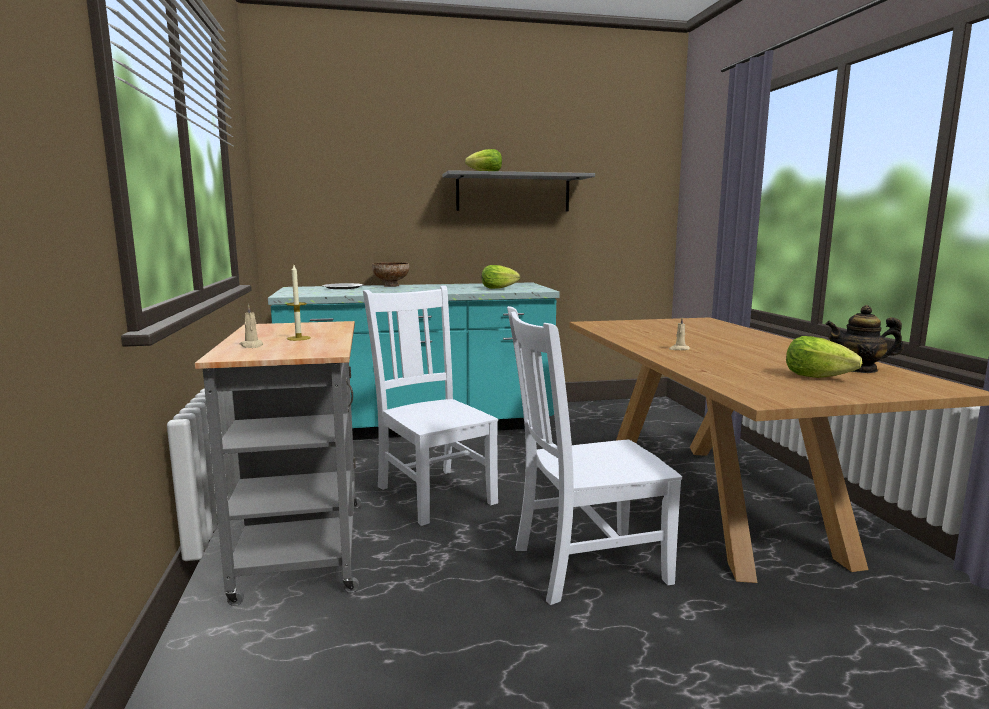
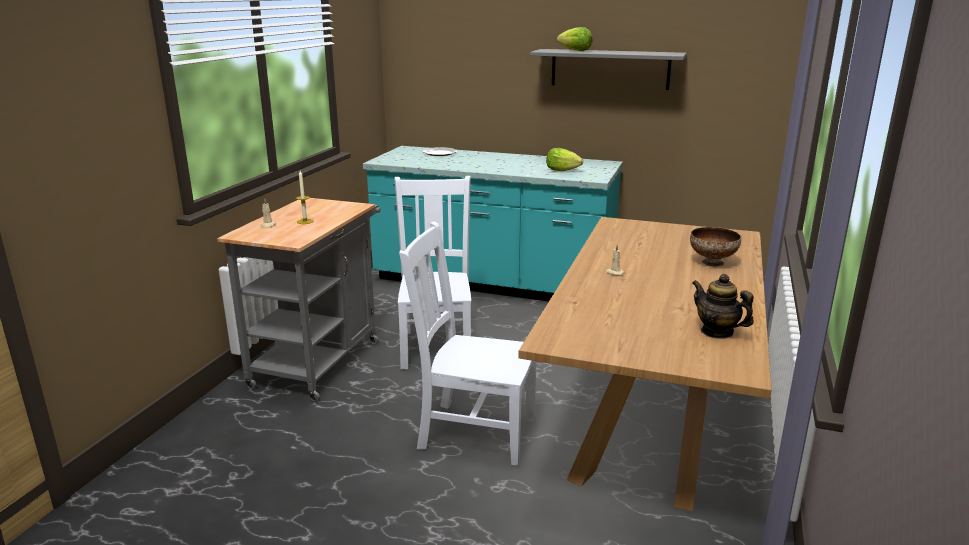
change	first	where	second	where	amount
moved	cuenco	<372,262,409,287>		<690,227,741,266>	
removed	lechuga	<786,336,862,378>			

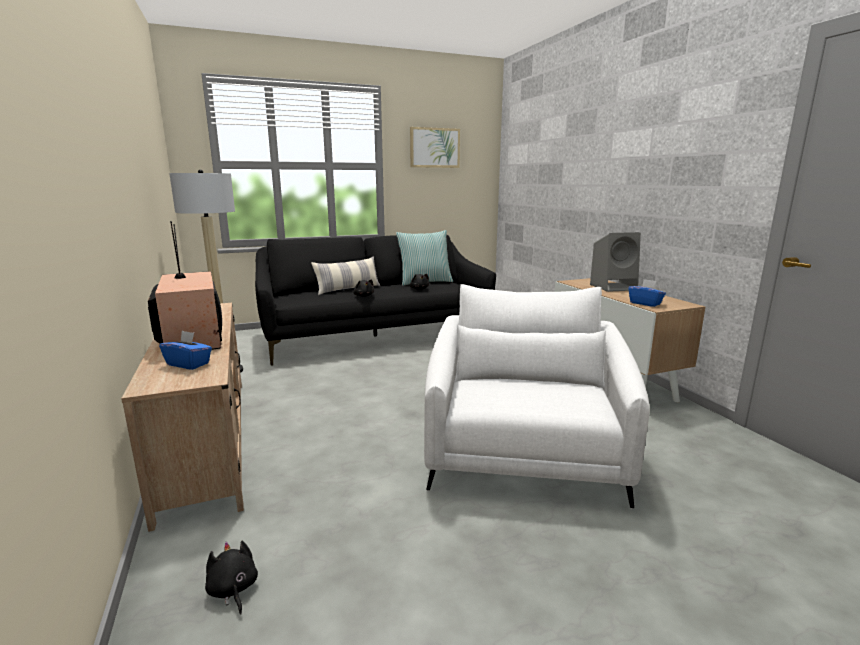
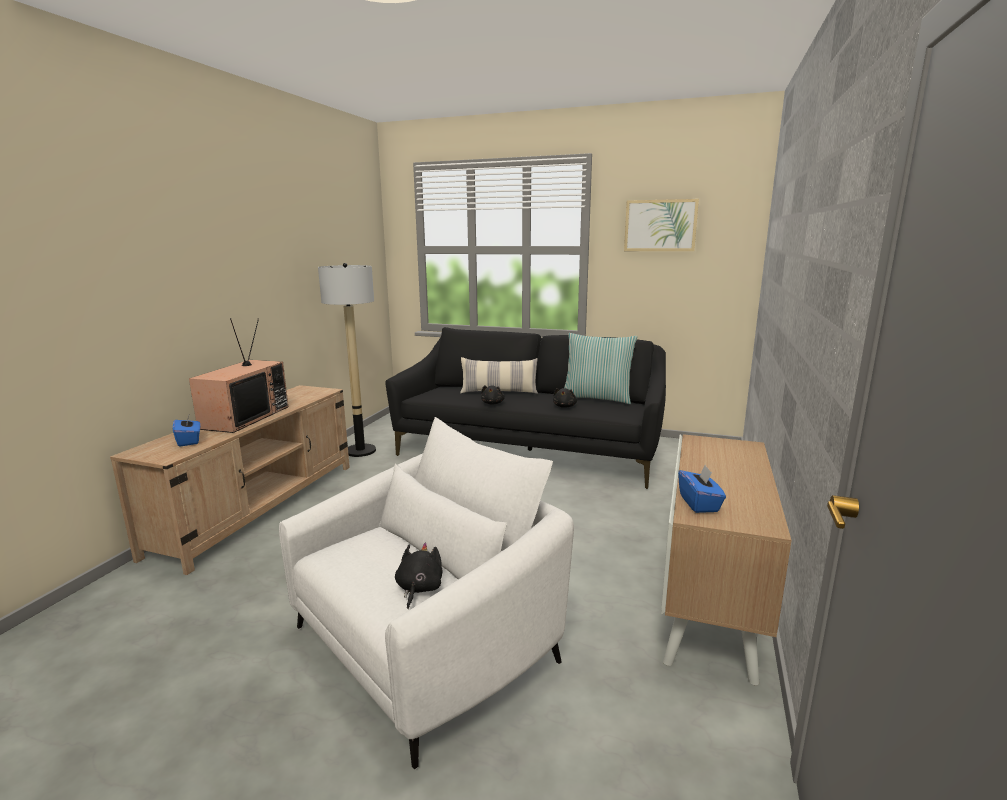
change	first	where	second	where	amount
removed	altavoz [gris]	<590,232,641,292>			
moved	peluche [negro]	<205,541,258,615>		<395,543,443,609>	

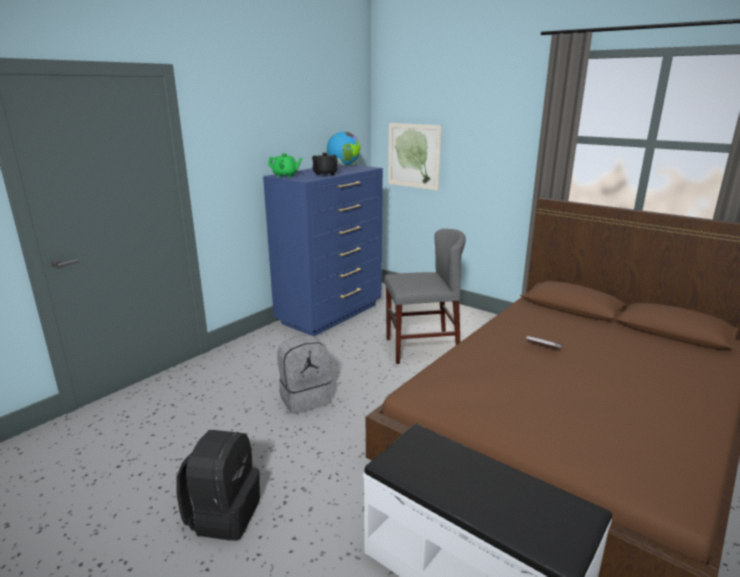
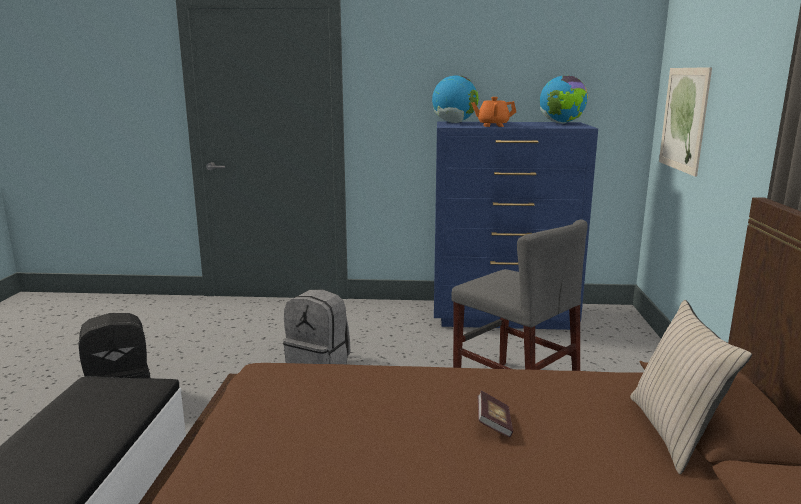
change	first	where	second	where	amount
replaced	tetera [verde]	<268,153,302,177>	globo terráqueo	<432,76,479,123>	
recoloured	tetera [negro]	<312,153,338,177>	tetera [naranja]	<471,97,516,127>	
added			cojín [beis]	<630,300,752,475>	

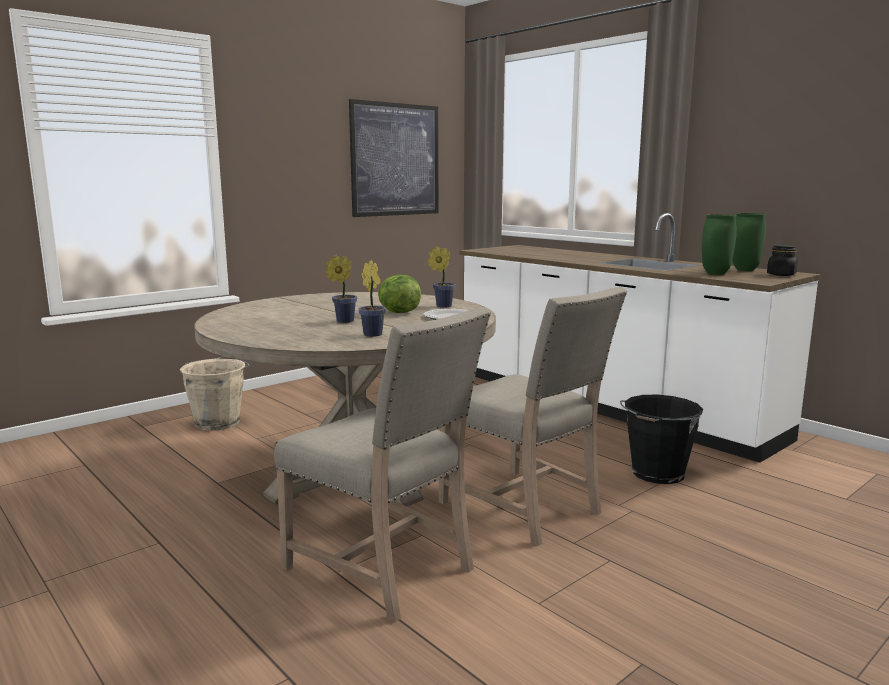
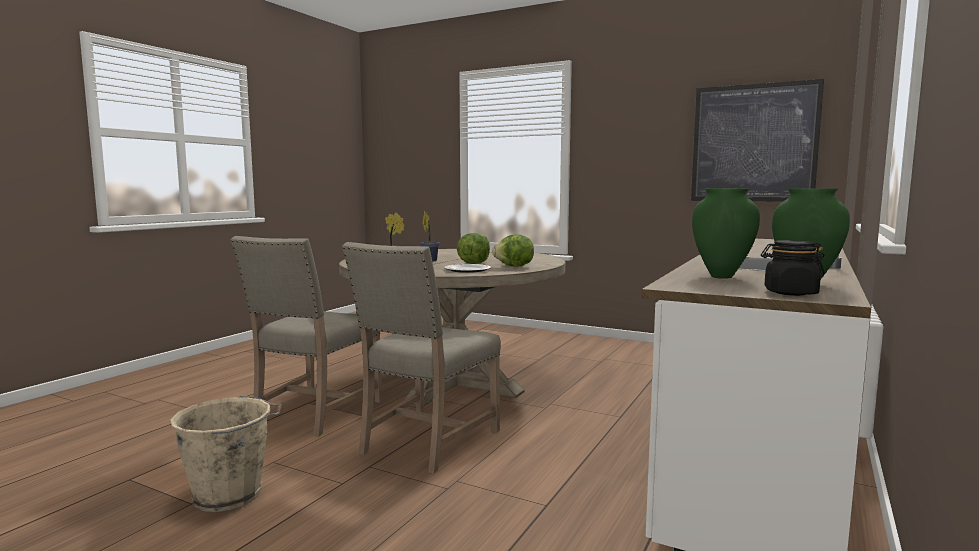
change	first	where	second	where	amount
replaced	planta en maceta	<428,246,455,308>	lechuga	<492,234,534,267>	
moved	cubo [beis]	<180,356,250,431>		<170,396,282,512>	
removed	cubo [negro]	<620,395,703,484>			

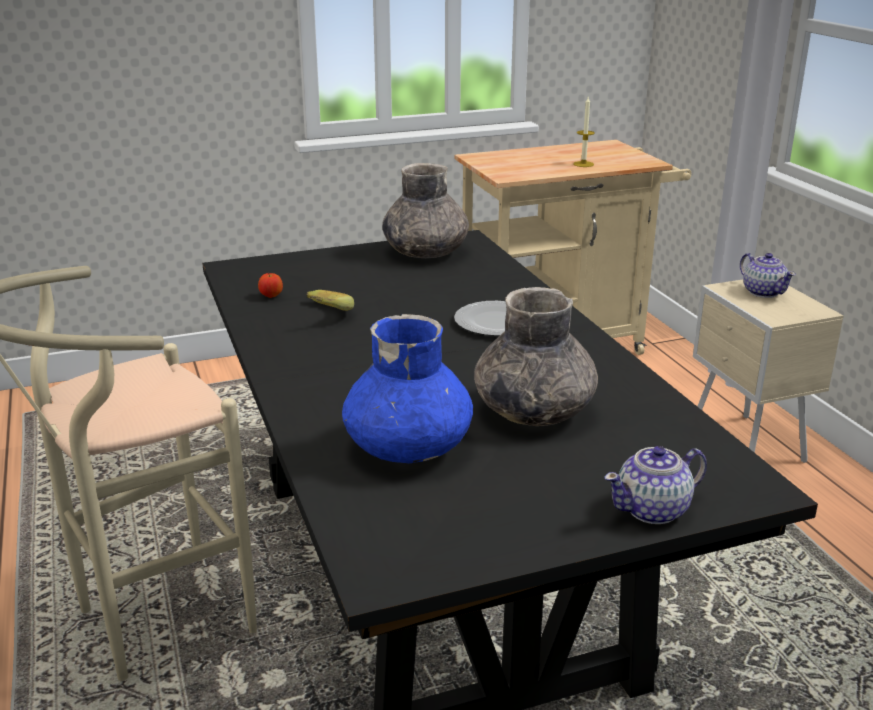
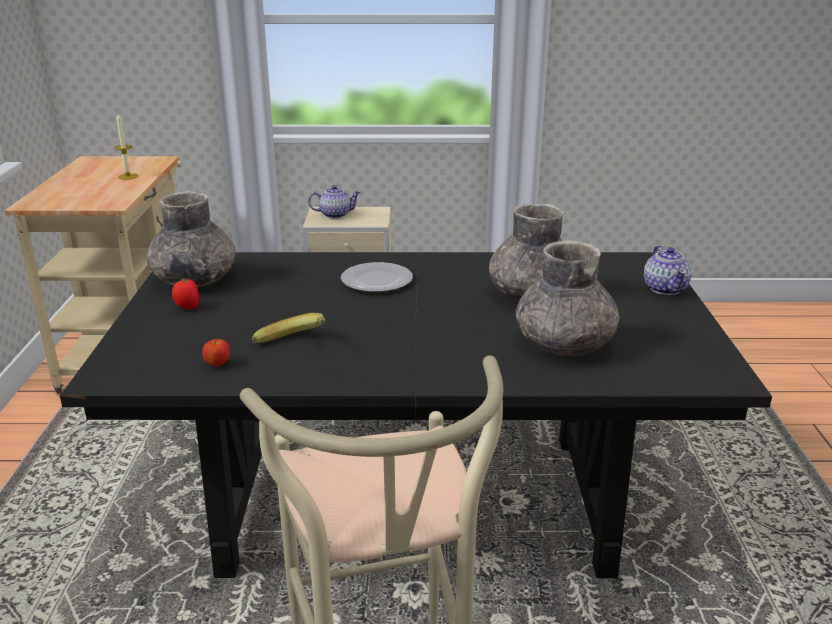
change	first	where	second	where	amount
recoloured	florero [azul]	<342,314,473,463>	florero [gris]	<516,240,619,356>	
added			tomate	<172,279,199,309>	

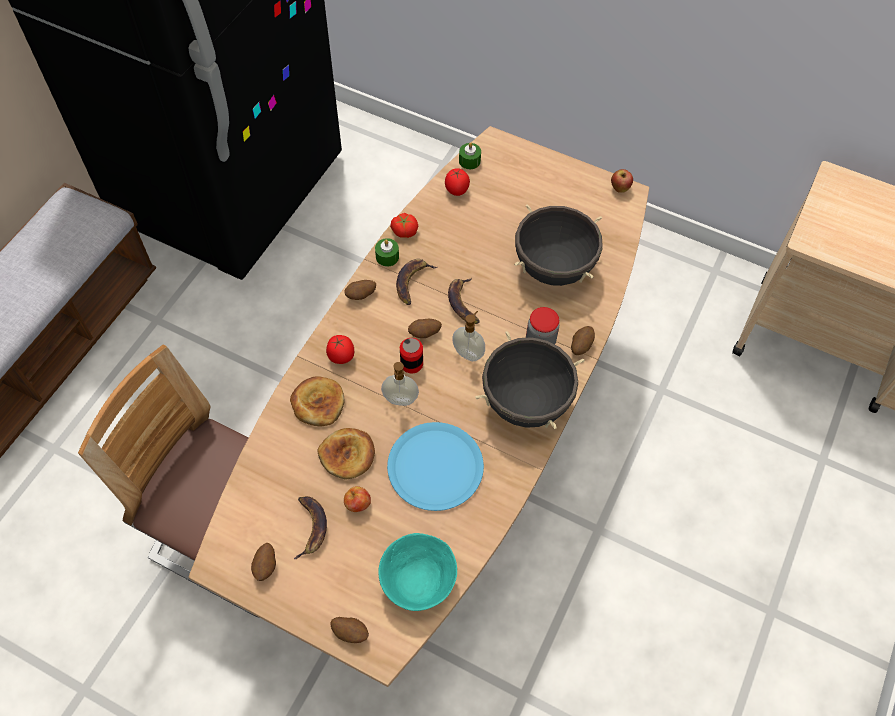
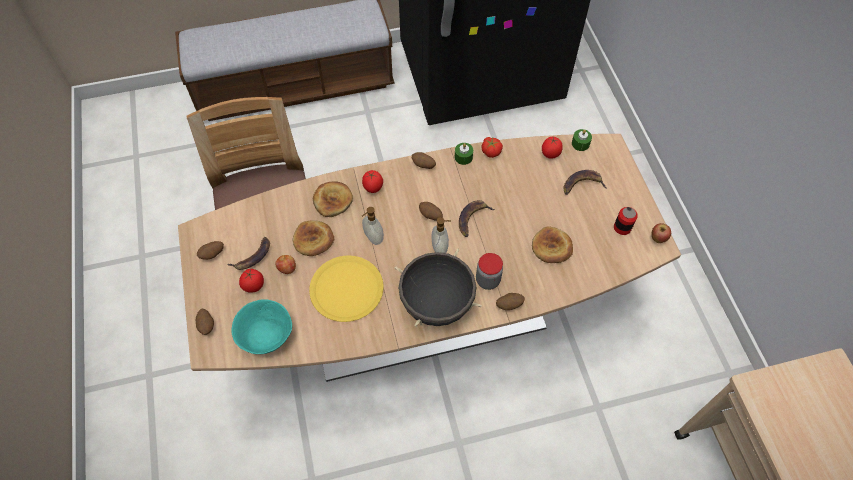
change	first	where	second	where	amount
replaced	olla [negro]	<514,204,603,286>	pan	<532,226,573,263>	
moved	plátano	<396,259,437,305>		<563,170,606,195>	
moved	lata	<400,338,423,373>		<614,207,638,235>	
recoloured	plato [azul]	<387,422,484,511>	plato [amarillo]	<309,256,384,322>	
added			tomate	<239,269,264,293>	

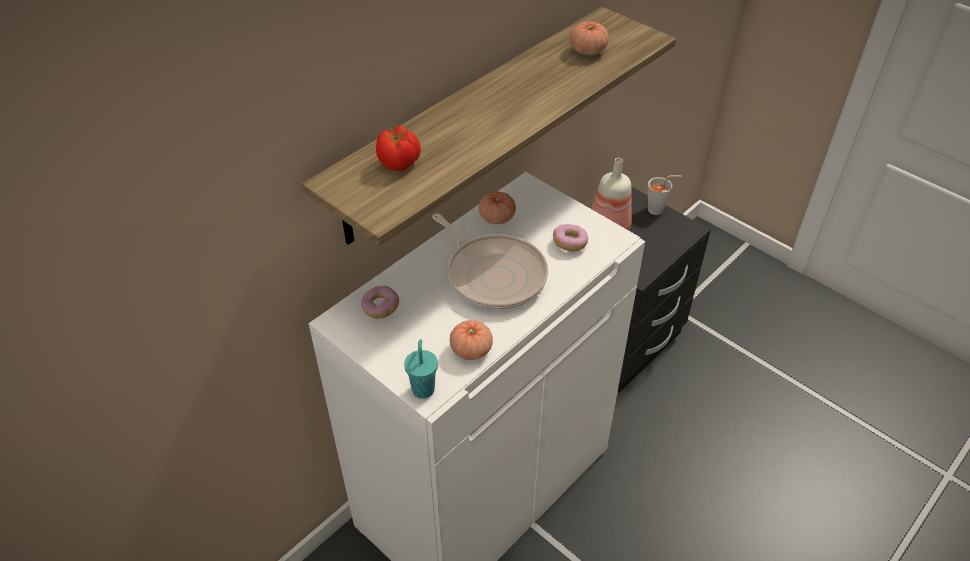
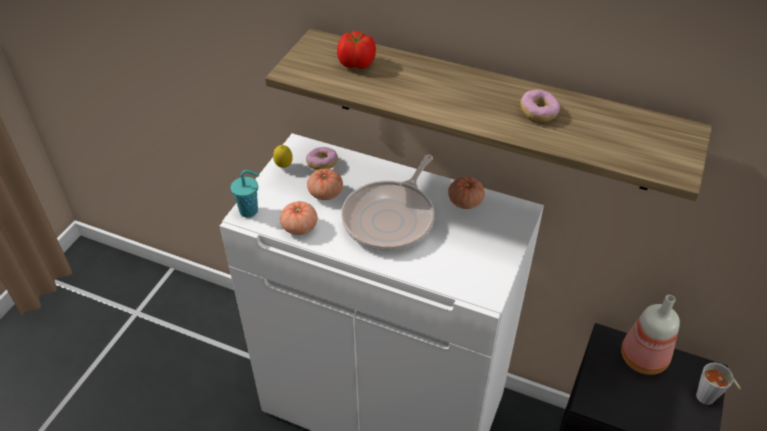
change	first	where	second	where	amount
moved	tomate	<570,22,609,55>		<307,168,343,200>	
moved	rosquilla	<553,224,588,251>		<520,89,560,122>	
added			limón	<273,145,293,168>	

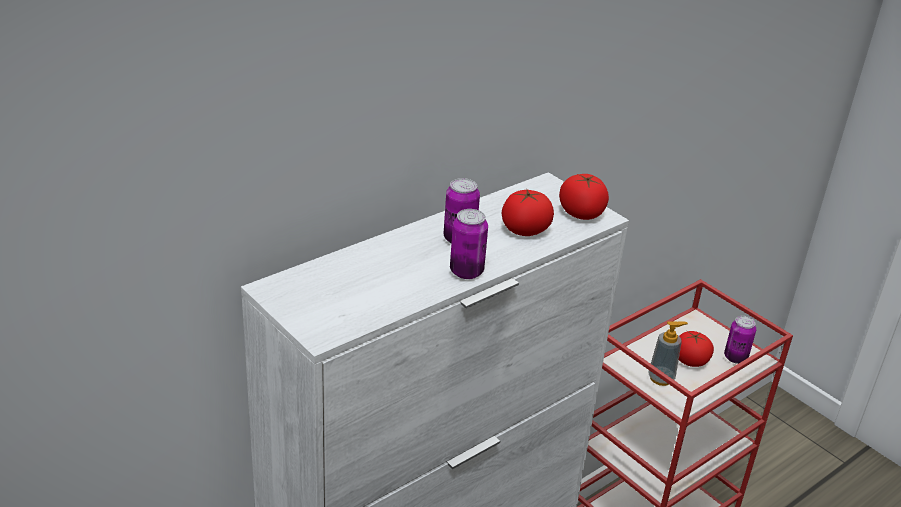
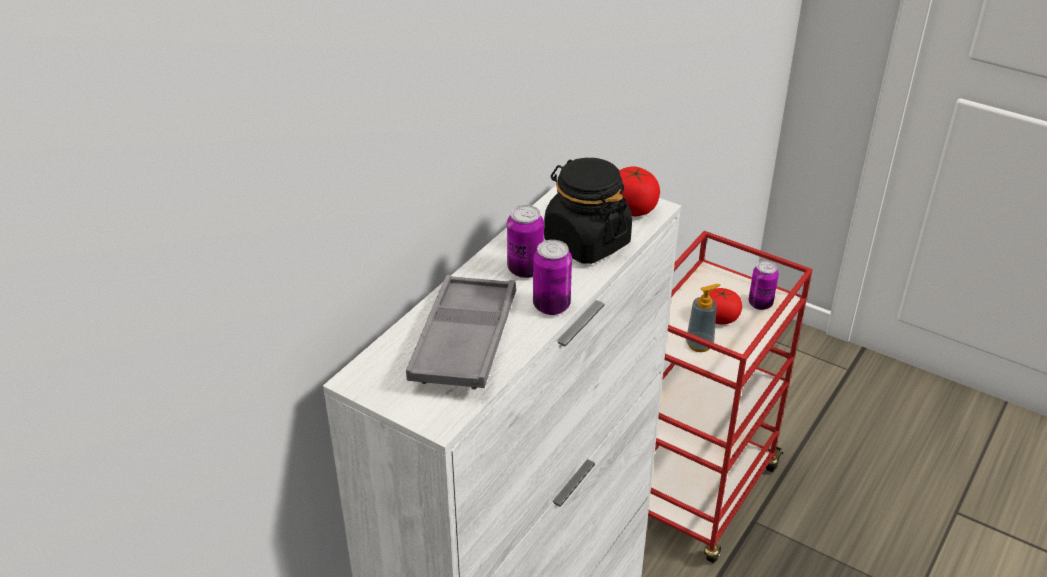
change	first	where	second	where	amount
replaced	tomate	<501,190,554,236>	tarro [negro]	<544,158,632,264>	
added			bandeja [gris]	<406,275,516,389>	

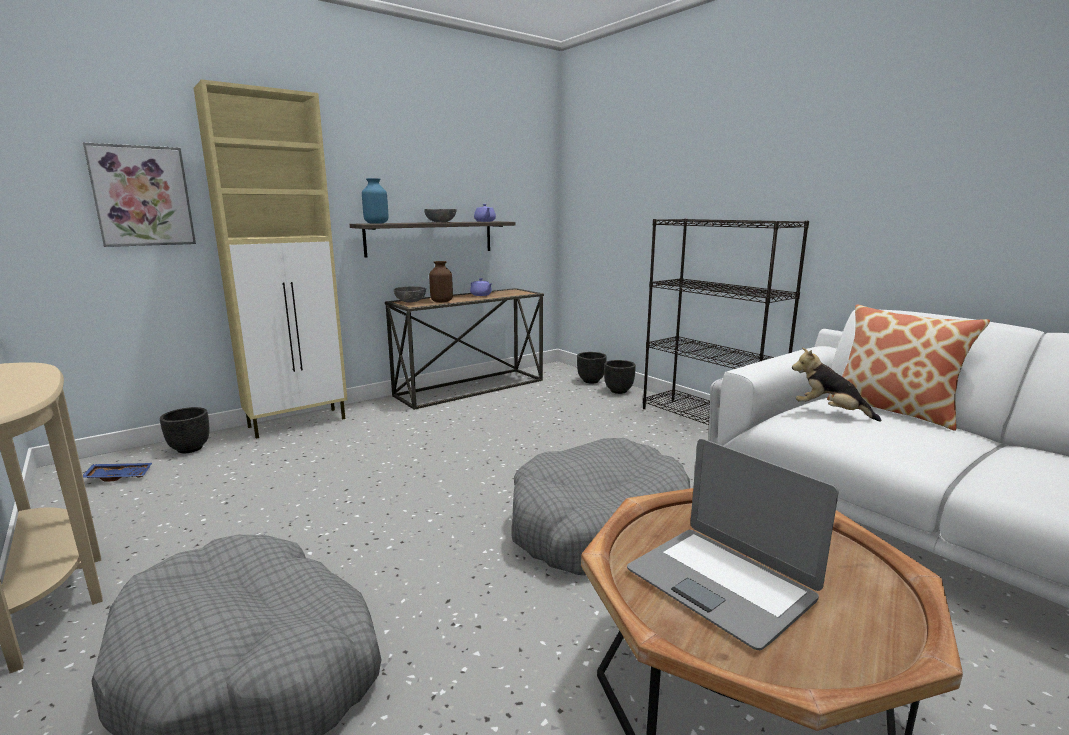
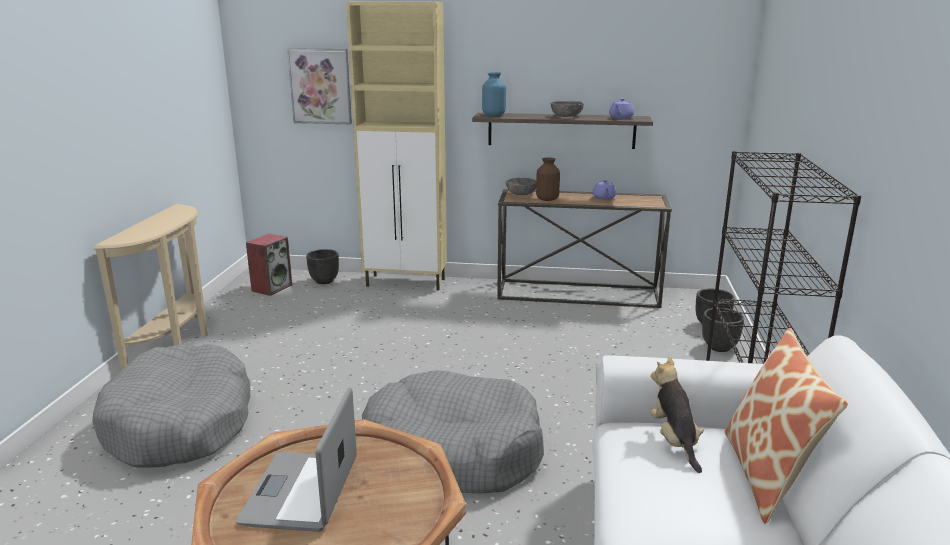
change	first	where	second	where	amount
replaced	bandeja [azul]	<83,463,152,482>	altavoz	<246,234,292,296>	

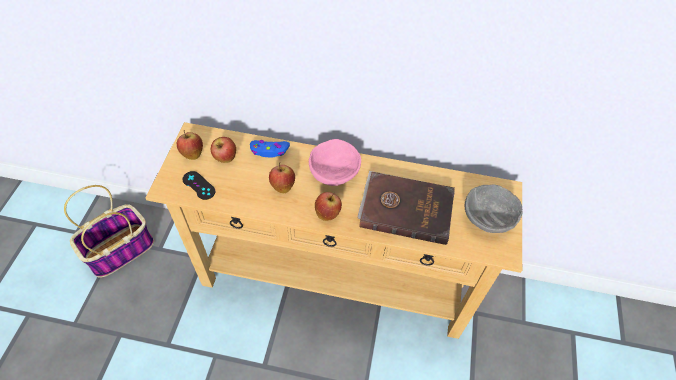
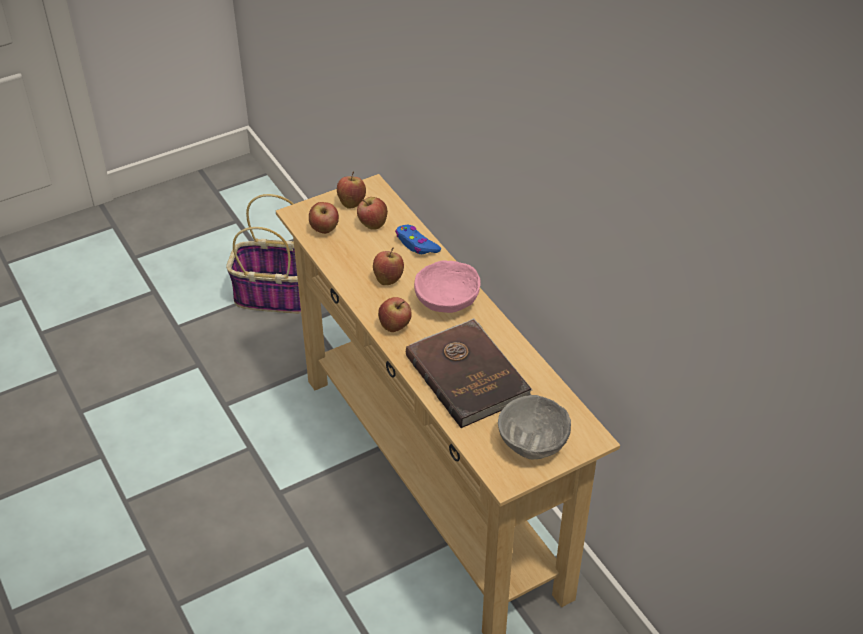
change	first	where	second	where	amount
replaced	mando de consola [negro]	<183,171,215,200>	manzana	<309,202,339,234>	

